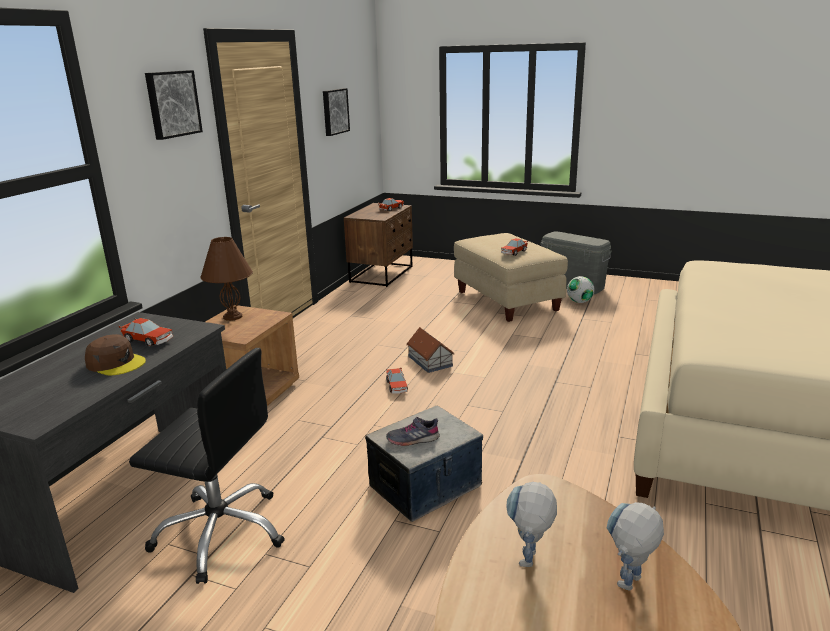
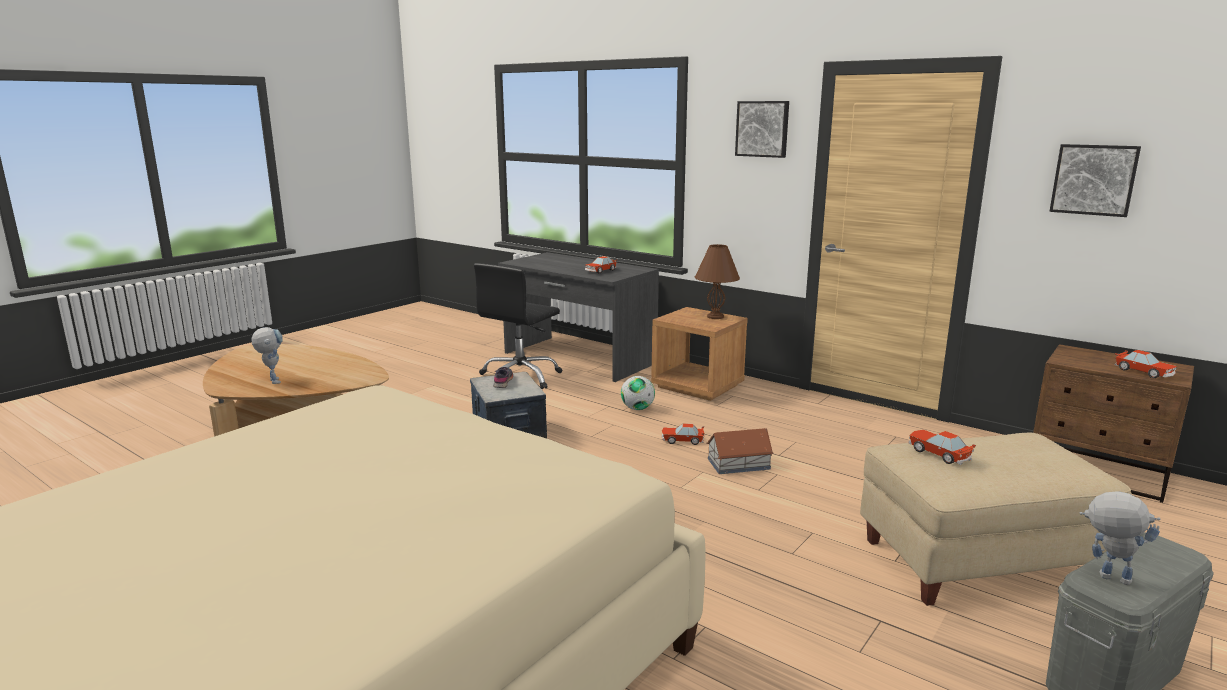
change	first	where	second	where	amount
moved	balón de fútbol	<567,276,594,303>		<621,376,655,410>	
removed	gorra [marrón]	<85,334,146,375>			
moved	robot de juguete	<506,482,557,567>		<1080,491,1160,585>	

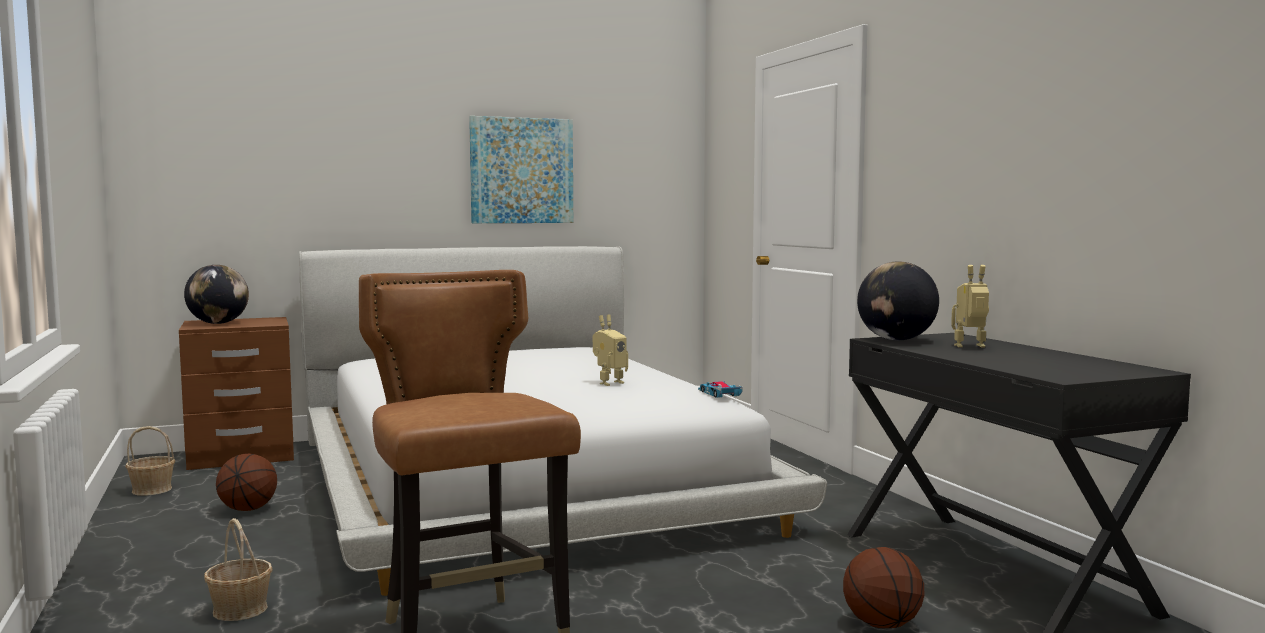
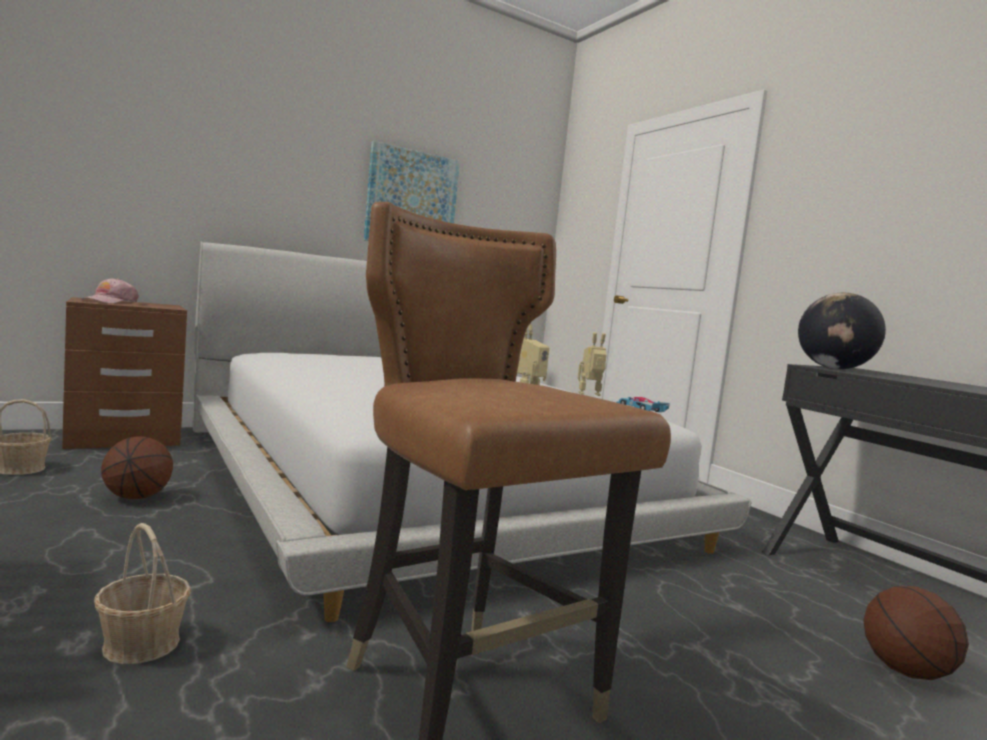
change	first	where	second	where	amount
replaced	globo terráqueo	<184,265,249,324>	gorra [rosa]	<81,278,139,303>	
moved	robot de juguete	<951,265,989,347>		<578,332,607,396>	

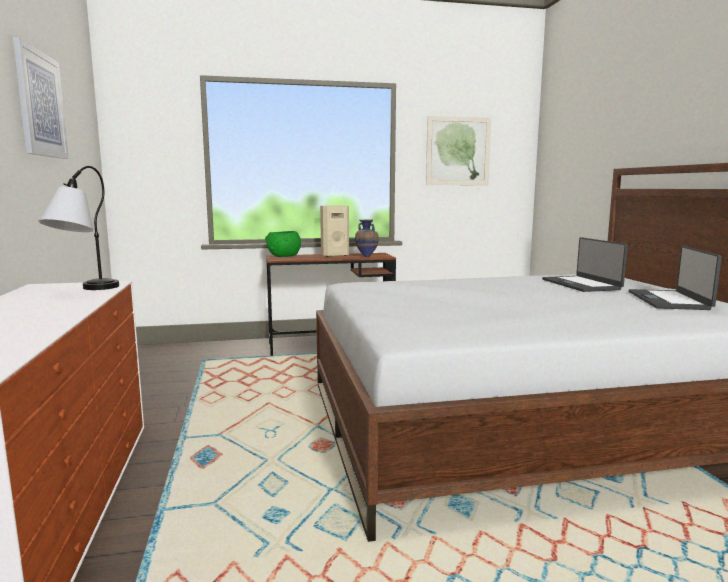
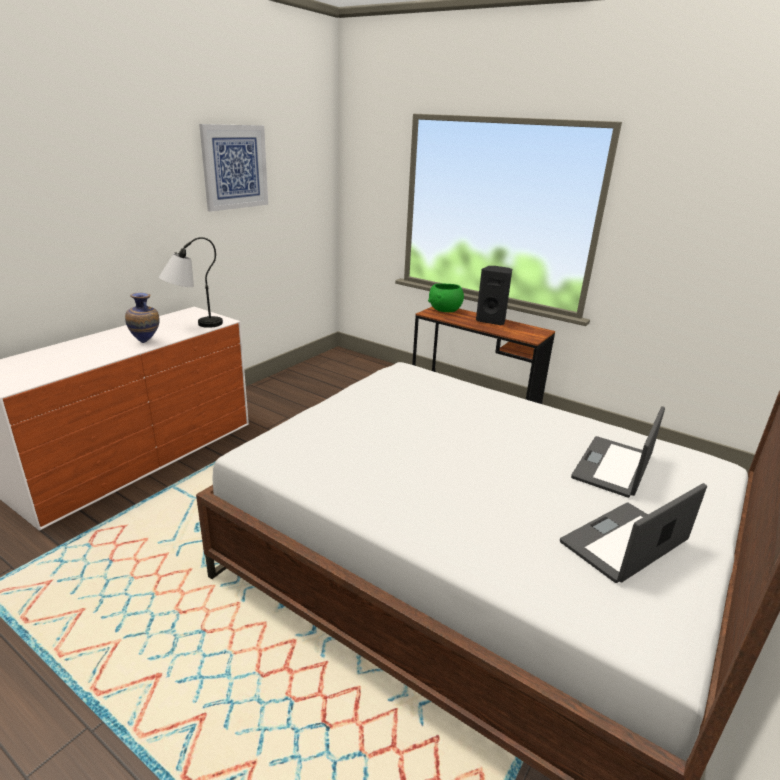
change	first	where	second	where	amount
removed	cuadro	<426,116,491,185>			
recoloured	altavoz [beis]	<320,205,349,257>	altavoz [negro]	<476,266,512,325>	
moved	florero	<355,219,379,257>		<125,293,159,343>	

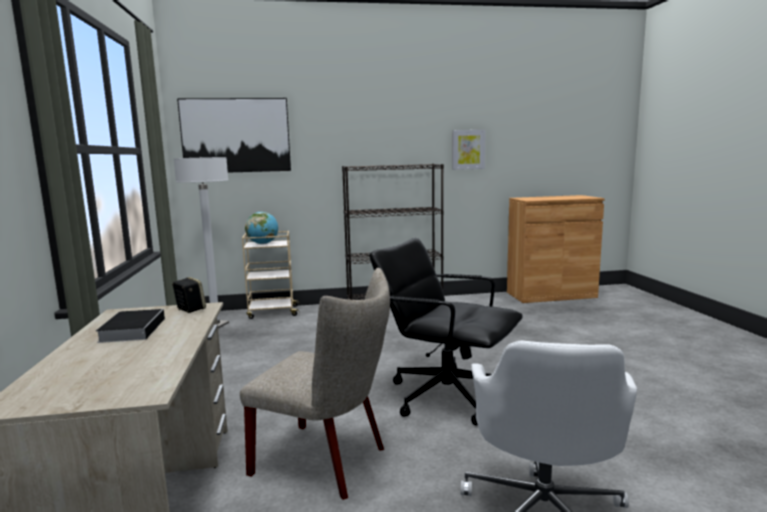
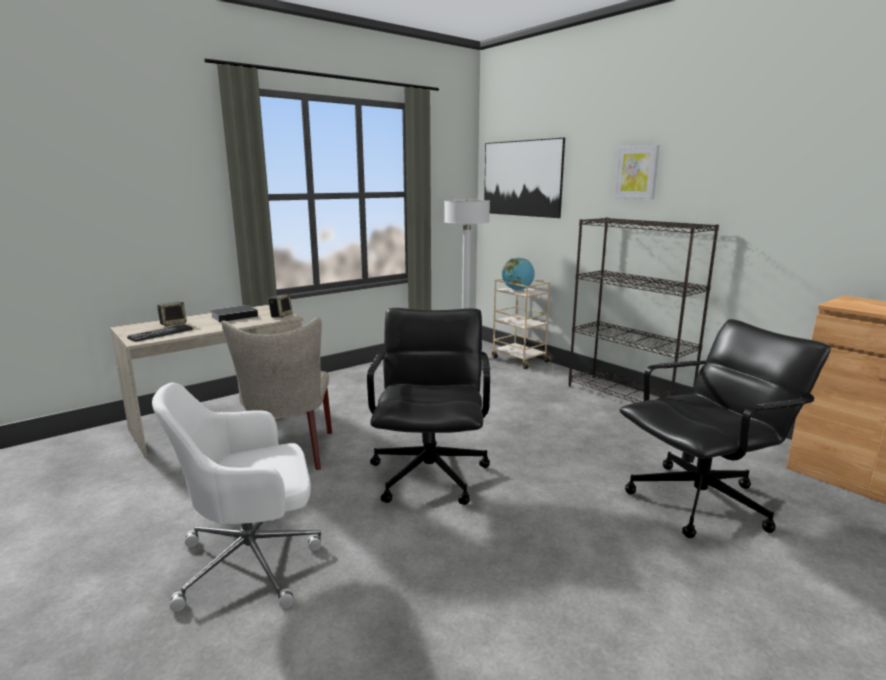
change	first	where	second	where	amount
moved	cuadro	<452,130,486,170>		<614,145,660,199>	
added			altavoz	<157,301,187,326>	
added			silla de oficina [negro]	<620,319,831,538>	
added			teclado	<127,324,193,342>	

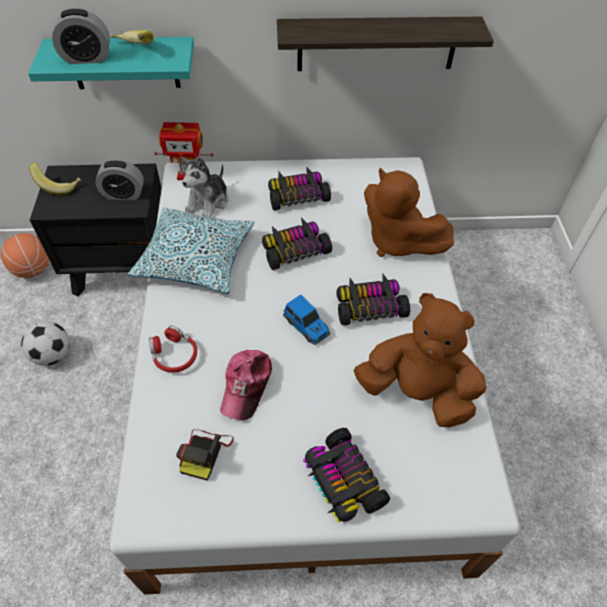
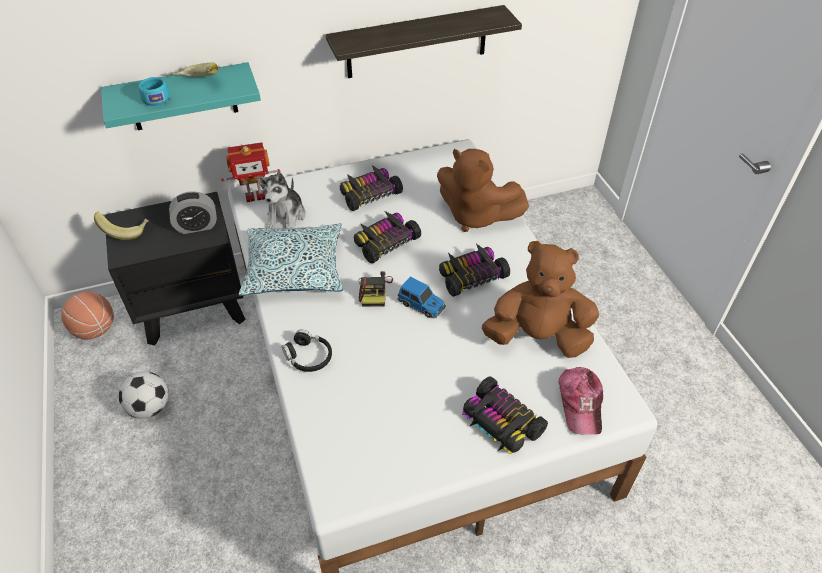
change	first	where	second	where	amount
replaced	despertador	<52,8,110,64>	taza [turquesa]	<138,77,170,106>	
recoloured	auriculares [rojo]	<149,325,197,373>	auriculares [negro]	<282,330,332,372>	
moved	gorra	<220,350,272,420>		<559,367,603,435>	
moved	cámara	<176,429,234,481>		<359,271,393,307>	

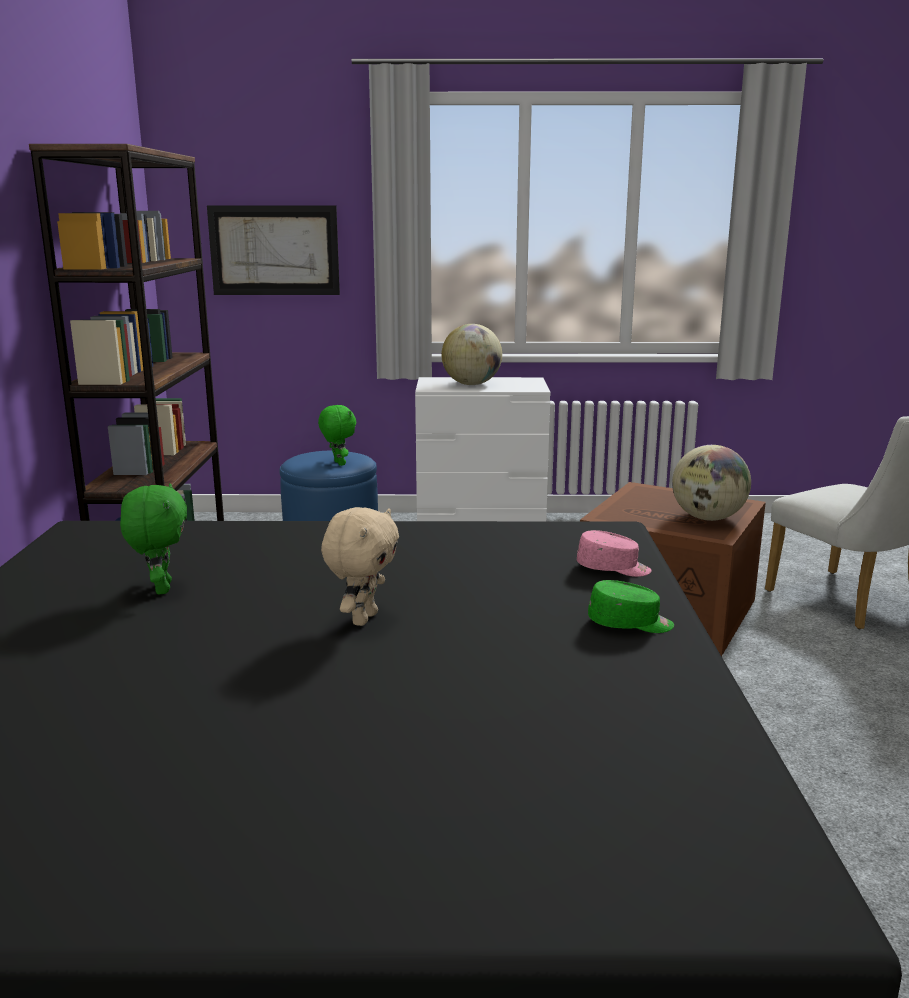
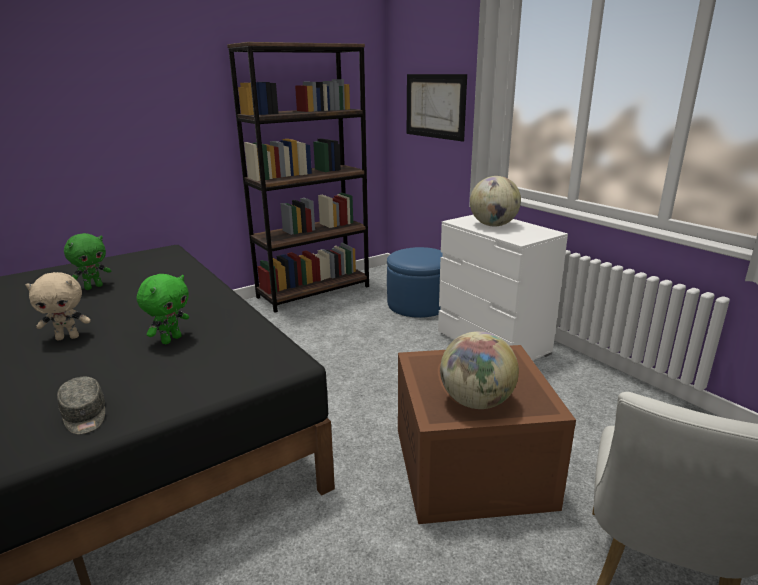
change	first	where	second	where	amount
moved	peluche [verde]	<318,405,356,466>		<137,274,189,344>	
removed	gorra [rosa]	<577,530,652,577>			
recoloured	gorra [verde]	<588,580,674,633>	gorra [gris]	<57,377,105,435>	

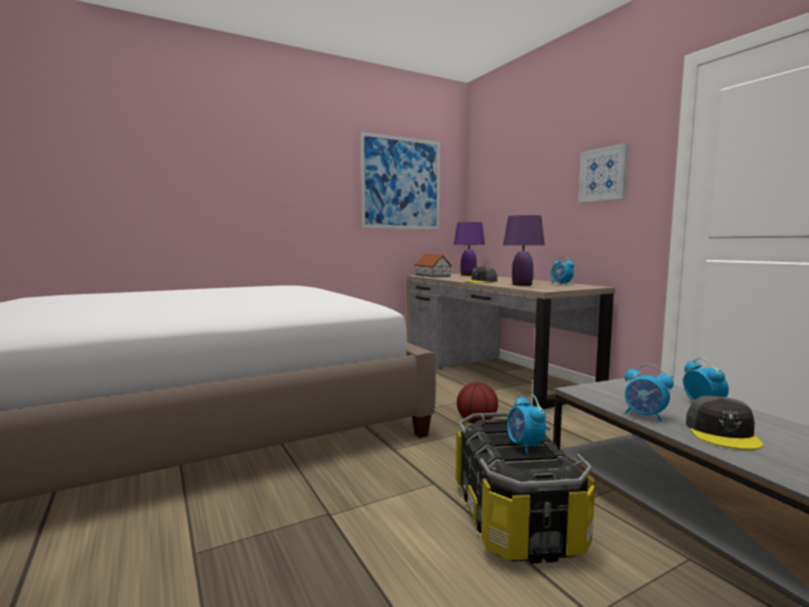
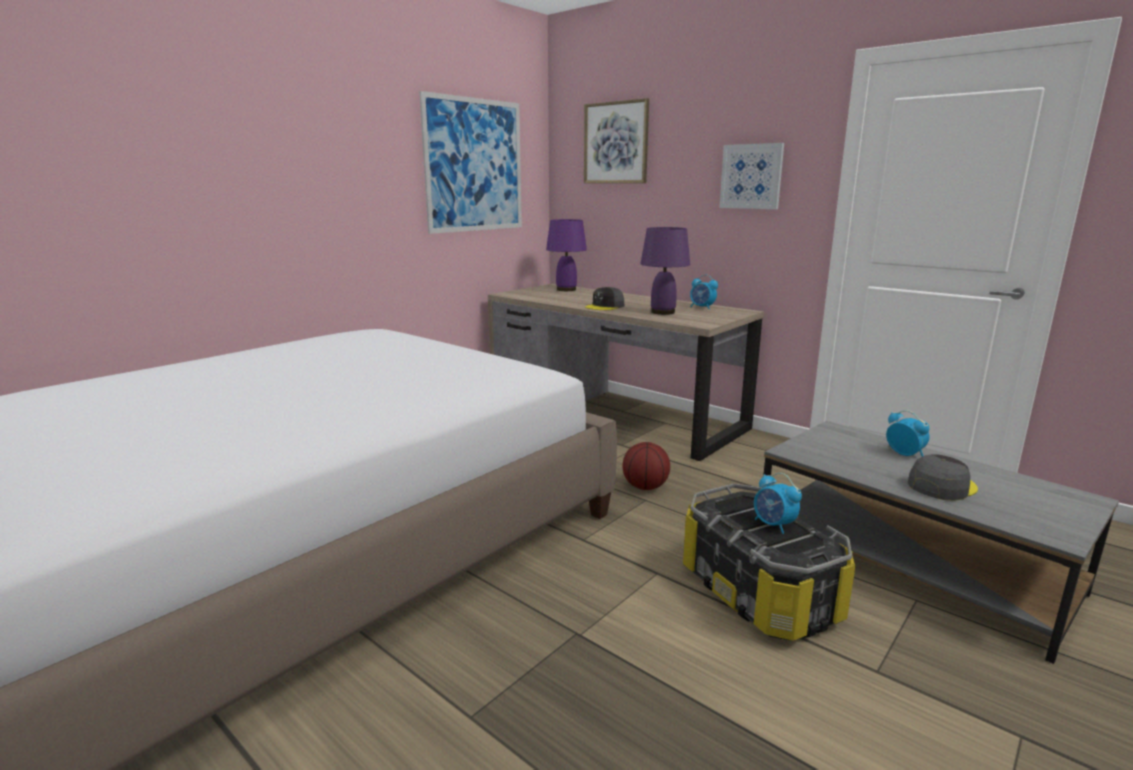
change	first	where	second	where	amount
removed	casita	<415,254,452,278>			
removed	despertador	<625,364,674,422>			
turned	gorra [gris]	<686,396,763,450>		<908,454,978,501>	120 degrees counterclockwise
added			cuadro	<584,98,649,183>	

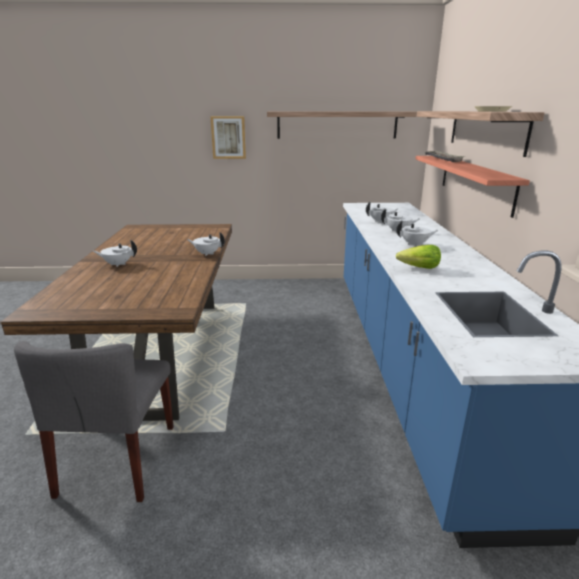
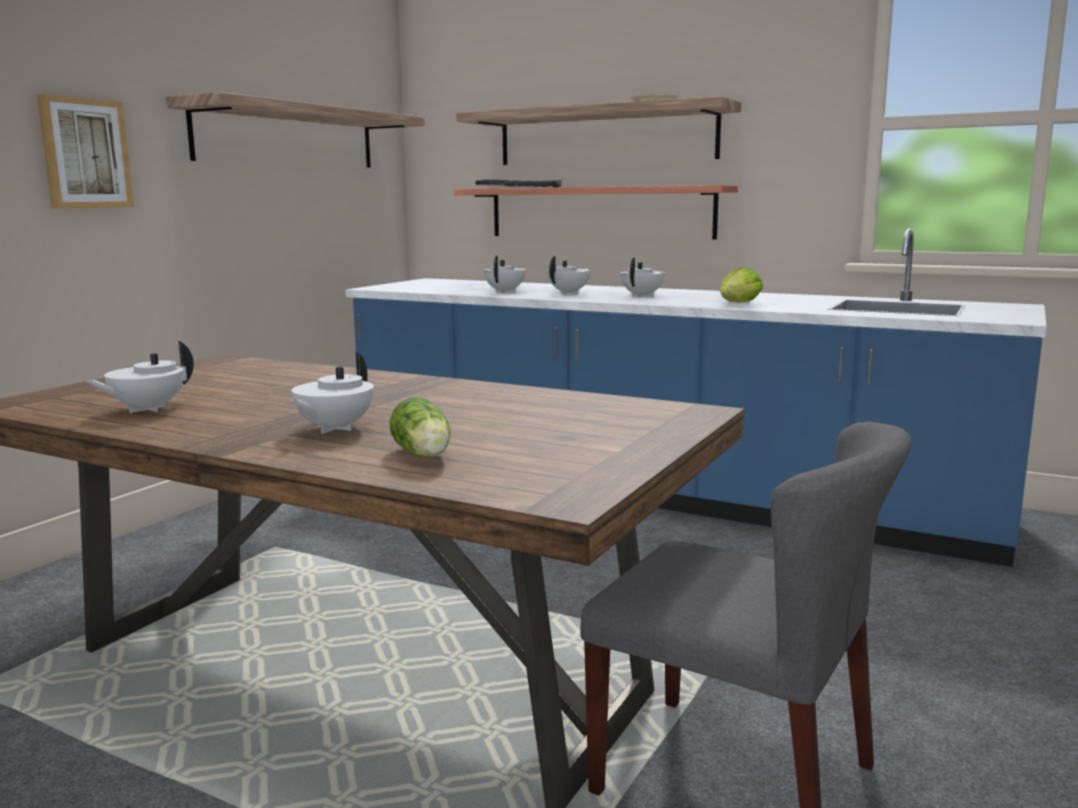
change	first	where	second	where	amount
moved	tetera [blanco]	<187,232,225,256>		<86,341,194,413>	
added			lechuga	<390,397,451,458>	

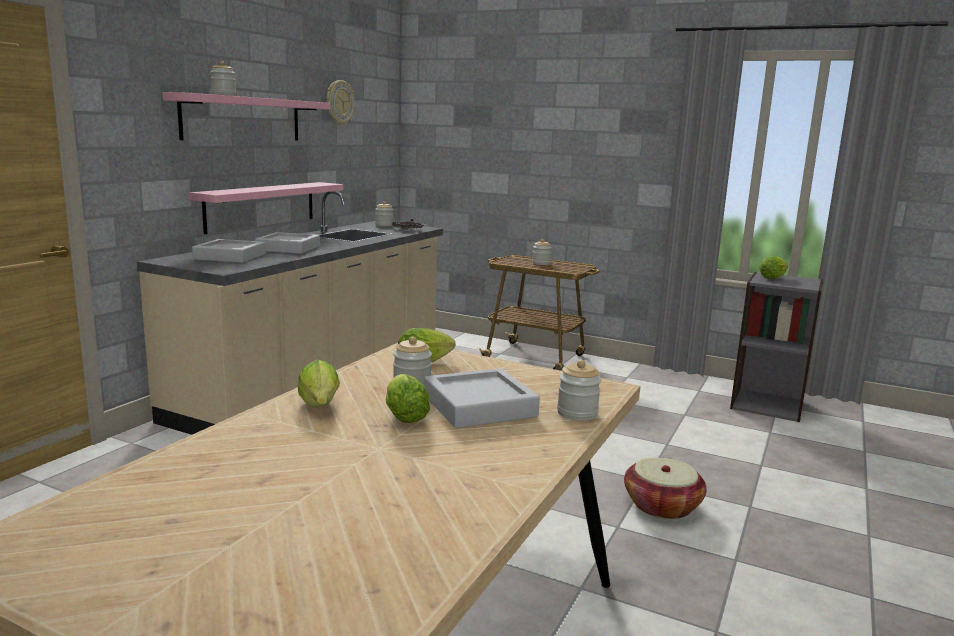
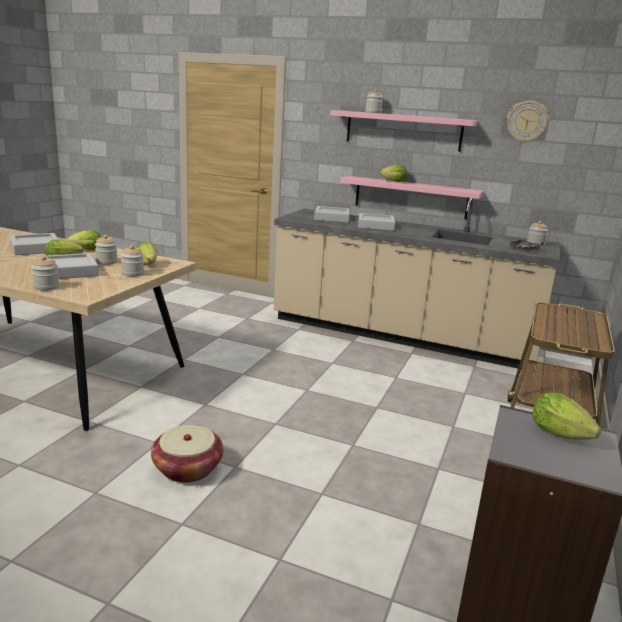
change	first	where	second	where	amount
moved	tarro	<532,239,551,265>		<121,245,144,277>	
added			lechuga	<380,165,407,182>	
added			bandeja [gris]	<9,233,59,255>	

